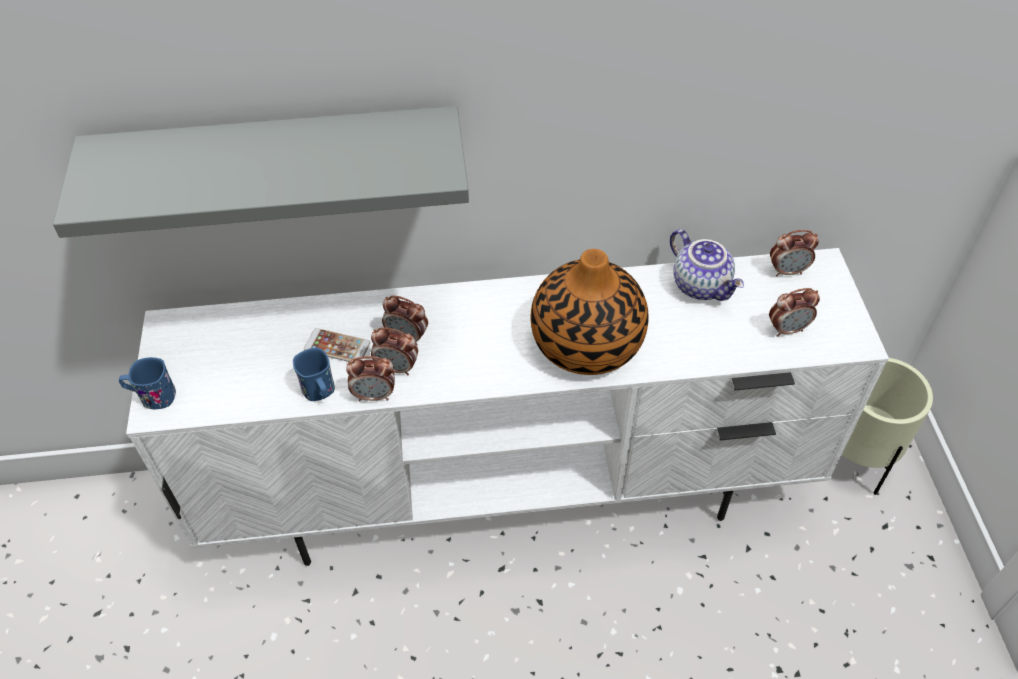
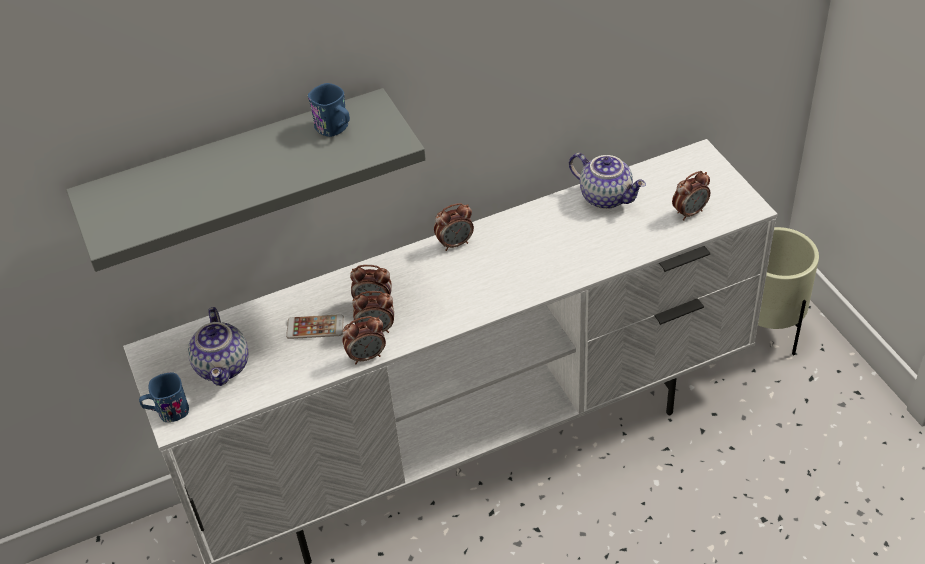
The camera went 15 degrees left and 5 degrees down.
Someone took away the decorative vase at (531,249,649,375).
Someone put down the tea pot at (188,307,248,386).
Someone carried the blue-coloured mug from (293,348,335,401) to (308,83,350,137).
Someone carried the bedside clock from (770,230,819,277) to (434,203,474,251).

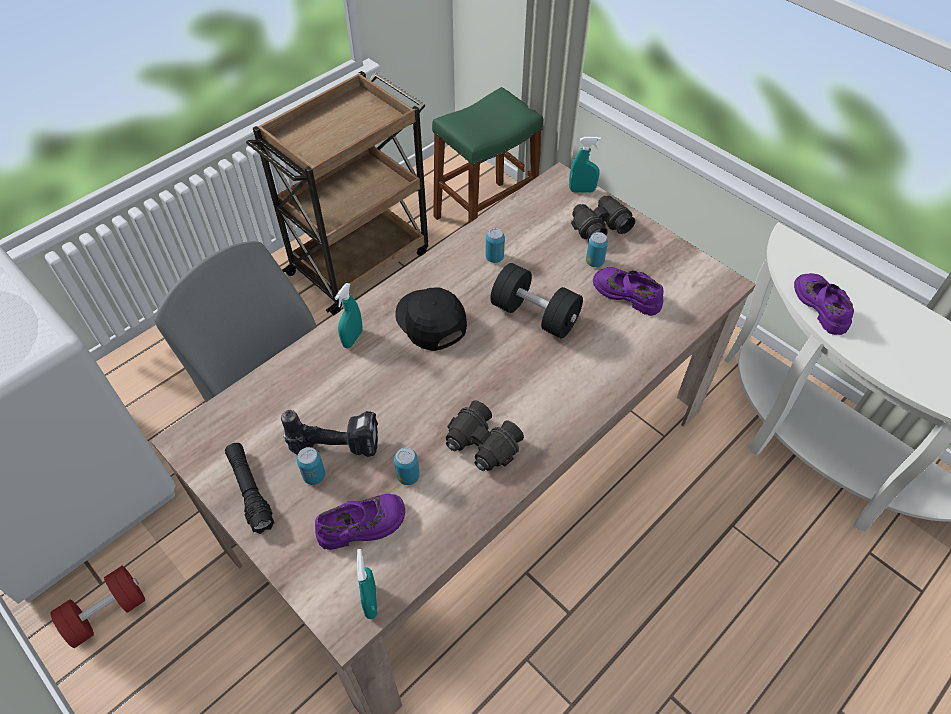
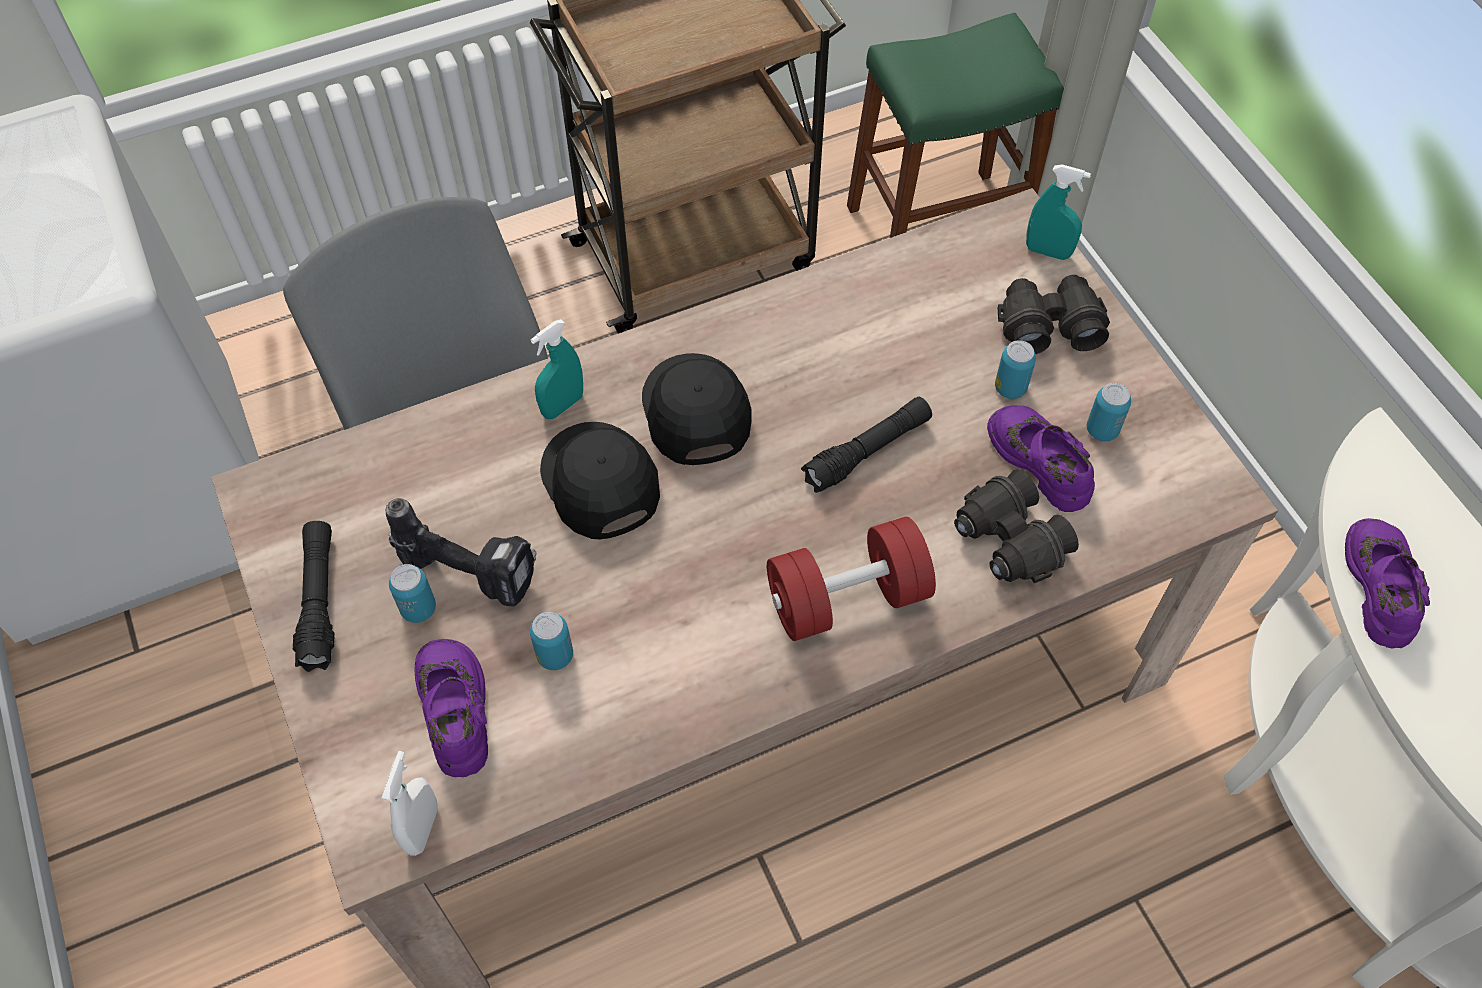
The camera went 20 degrees right and 5 degrees up.
Someone put down the blackish peaked cap at (540,422,660,539).
Someone carried the red free weight from (50,566,145,648) to (767,517,936,641).
Someone carried the blackish binoculars from (446,400,524,471) to (954,469,1079,583).
Someone carried the can from (485,228,505,263) to (1087,383,1131,441).
Someone swapped the blackish free weight at (490,263,583,338) for the blackish flashlight at (801,397,932,493).
Someone repainted the turquoise hand sprayer at (357,549,377,619), which became the white hand sprayer at (382,751,438,856).
Someone rotated the purple-coloured low shoe at (315,494,405,550) by 105 degrees counterclockwise.

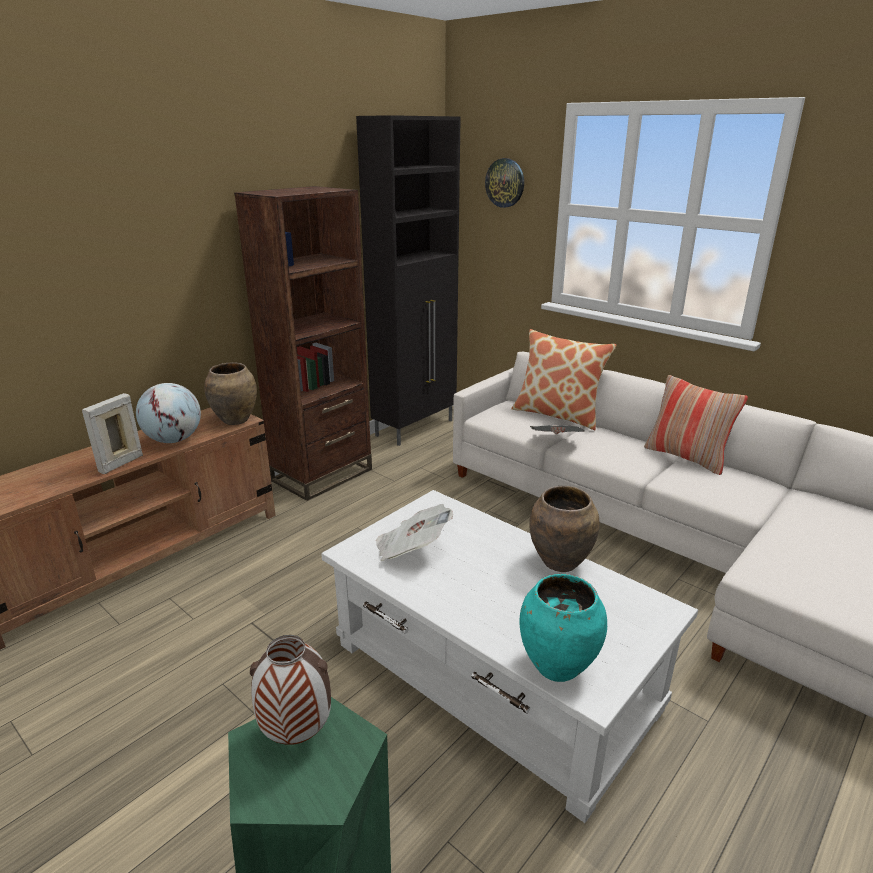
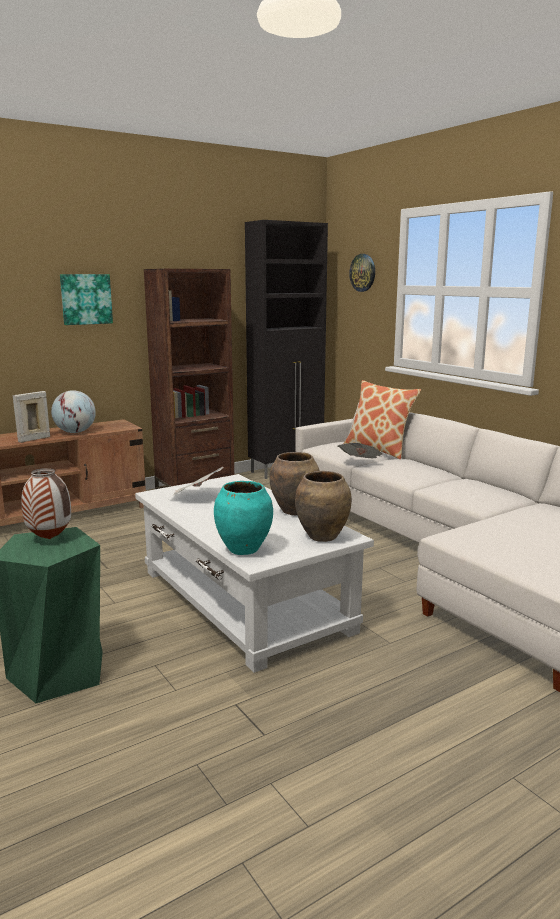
The camera went 15 degrees right and 10 degrees down.
Someone took away the throw pillow at (644,375,748,475).
Someone put up the wall picture at (60,274,113,325).
Someone carried the brown-coloured decorative vase from (204,362,257,425) to (295,471,352,542).

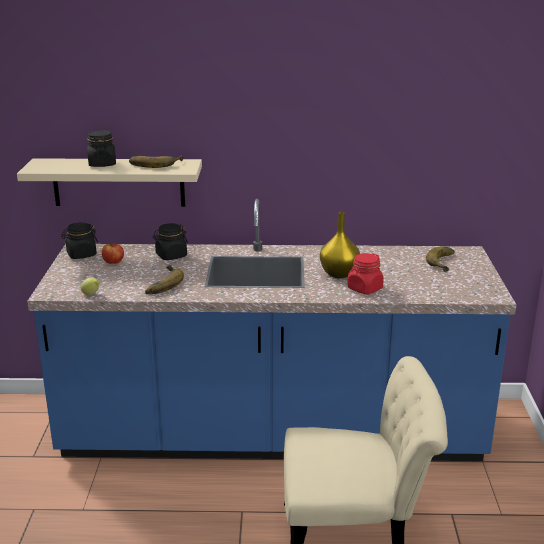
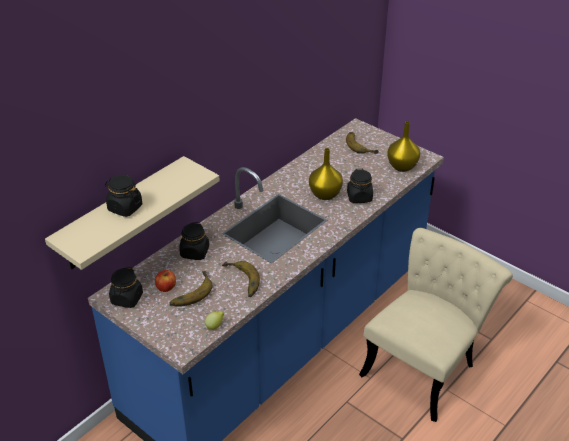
The camera went 50 degrees left and 15 degrees up.
Someone put down the yellow decorative vase at (387,121,420,172).
Someone carried the banana fruit from (129,155,184,168) to (169,271,213,307).
Someone repainted the red preserve jar at (347,253,384,294), which became the blackish preserve jar at (347,169,373,203).

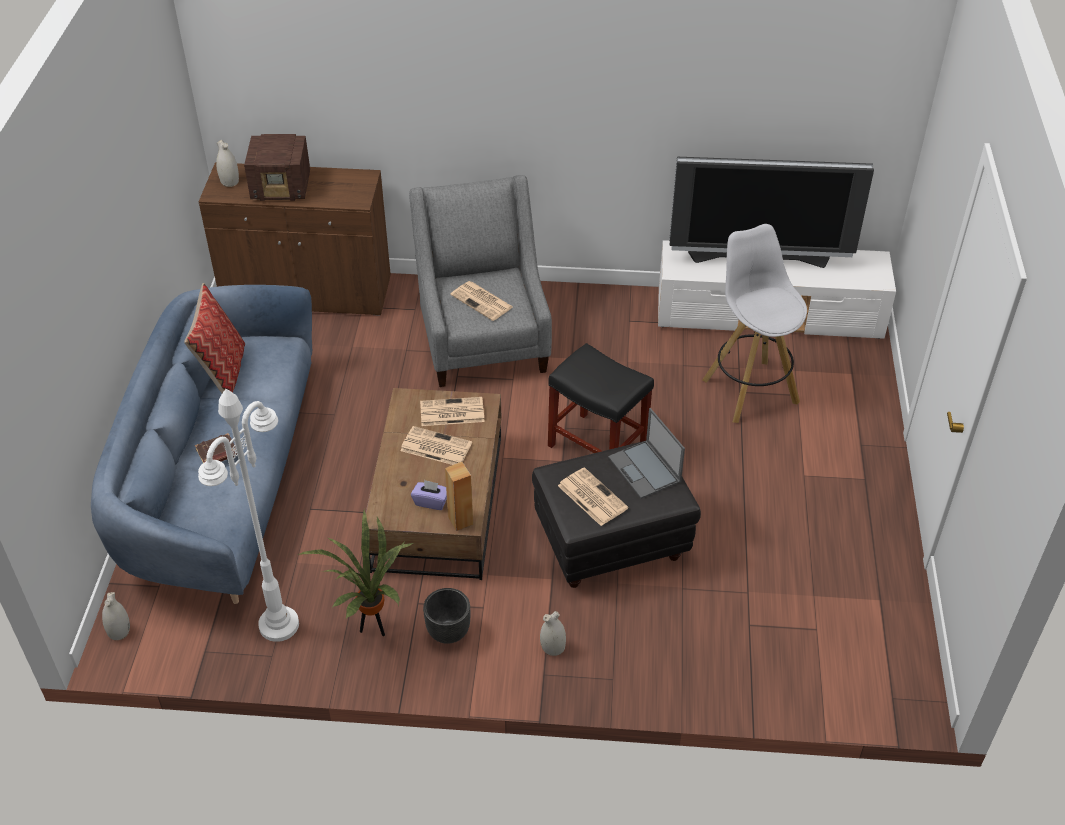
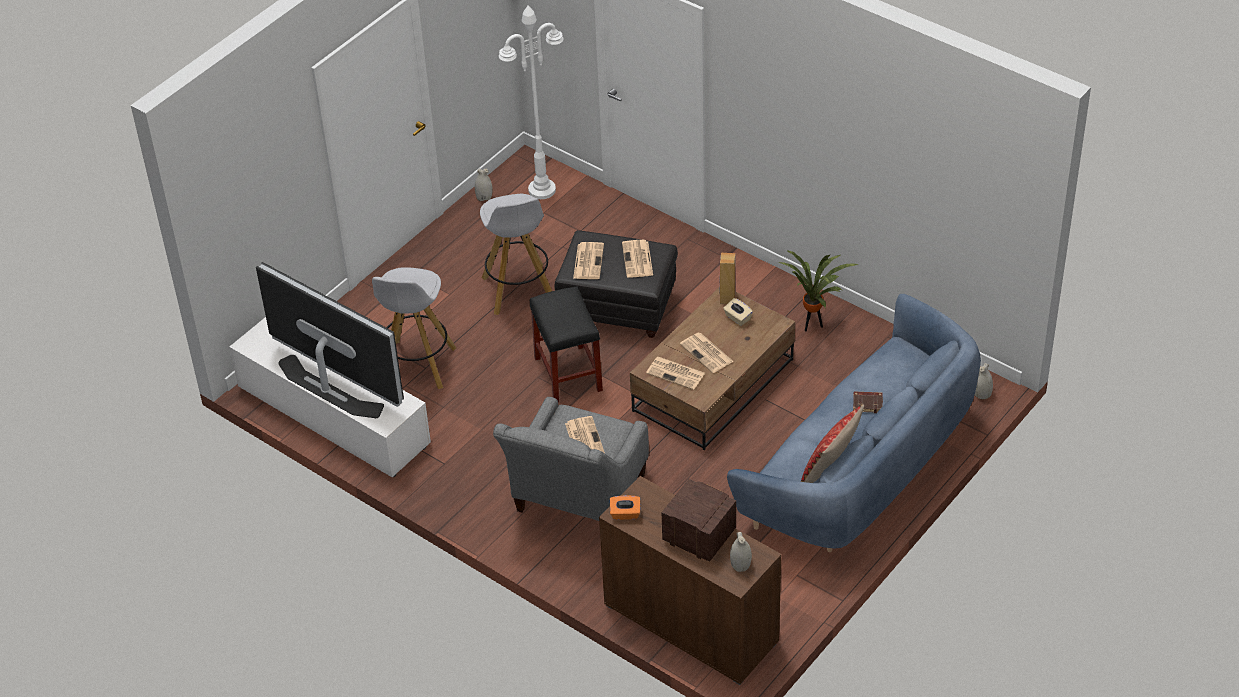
The camera went 145 degrees left and 0 degrees up.
Someone took away the blackish plant pot at (423,588,470,644).
Someone put down the white stool seat at (480,194,552,315).
Someone put down the orangey box of tissues at (610,496,640,520).
Someone carried the white standing lamp from (198,389,299,642) to (499,6,564,199).
Someone carried the white decorative vase from (540,611,566,656) to (475,168,493,201).
Someone swapped the laptop at (608,408,685,499) for the daily paper at (573,242,604,279).
Someone repainted the purple-coloured box of tissues at (411,480,447,510), which became the beige box of tissues at (723,298,753,326).

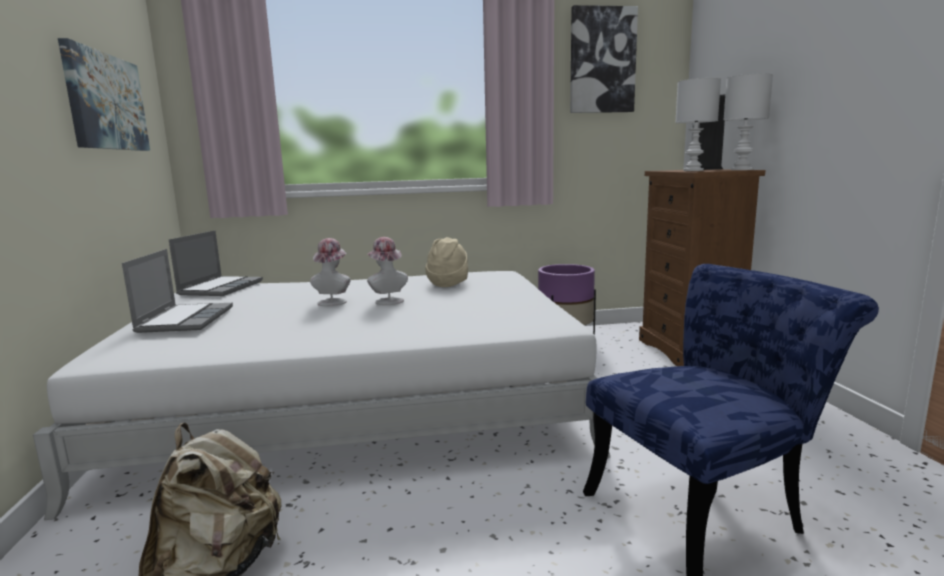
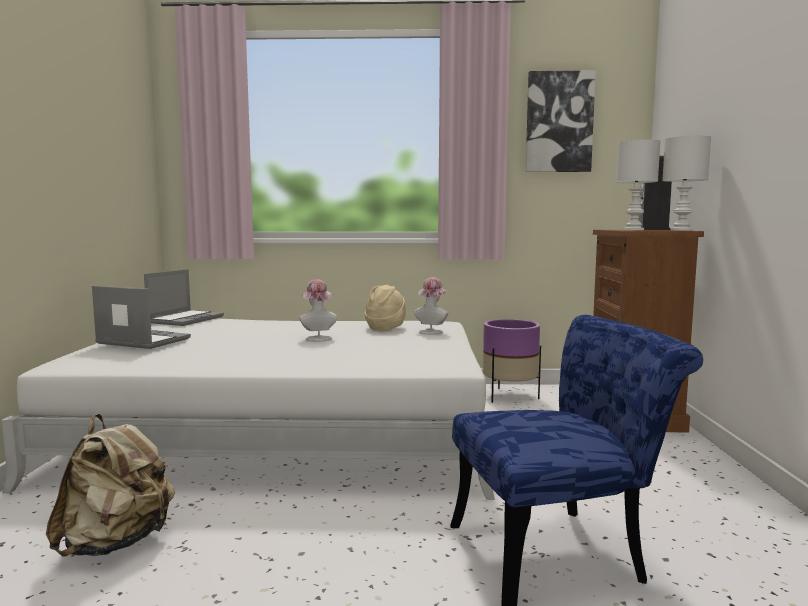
The camera went 10 degrees right and 5 degrees down.
Someone took away the wall picture at (58,38,150,151).
Someone carried the clothing hat from (310,238,350,306) to (414,277,448,335).
Someone rotated the laptop at (122,249,233,333) by 75 degrees counterclockwise.

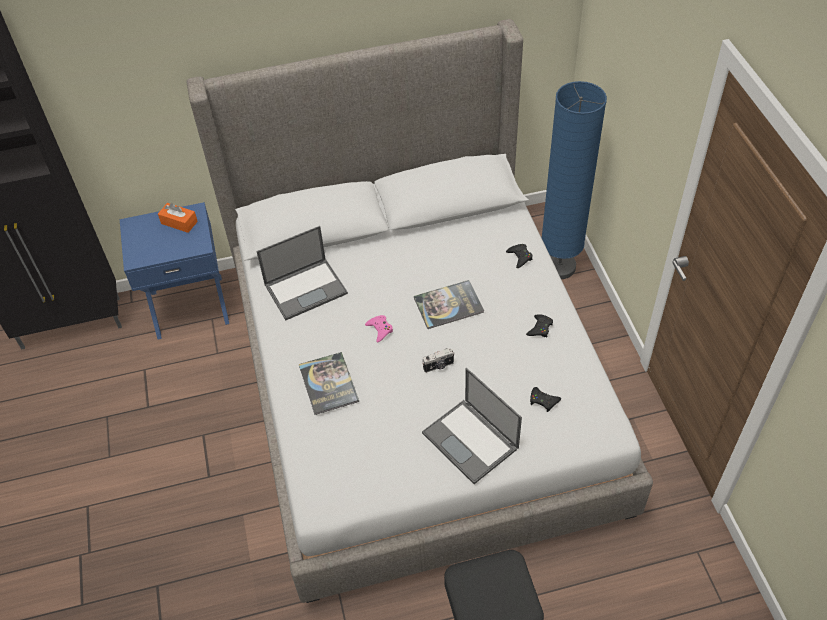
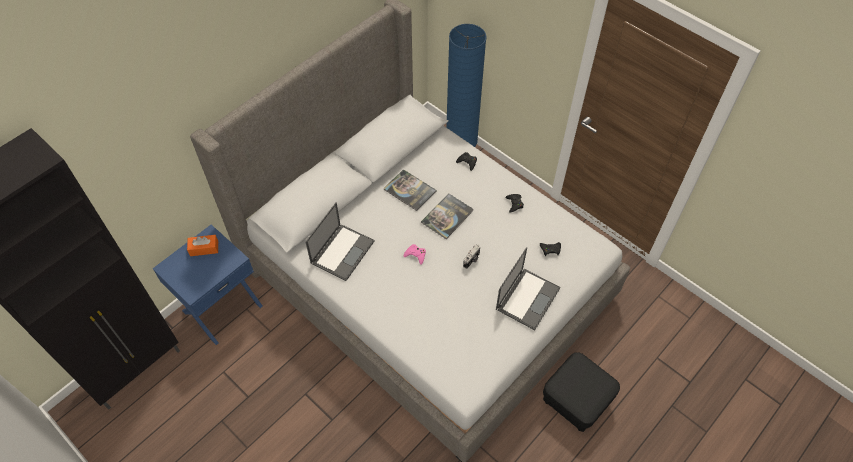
The camera went 35 degrees left and 5 degrees up.
Someone carried the book from (299,352,359,415) to (384,169,437,211).
Someone rotated the laptop at (422,368,522,484) by 75 degrees counterclockwise.

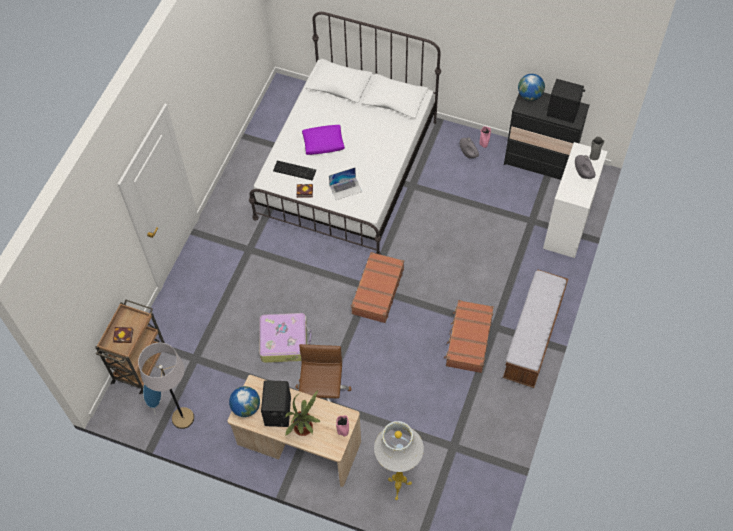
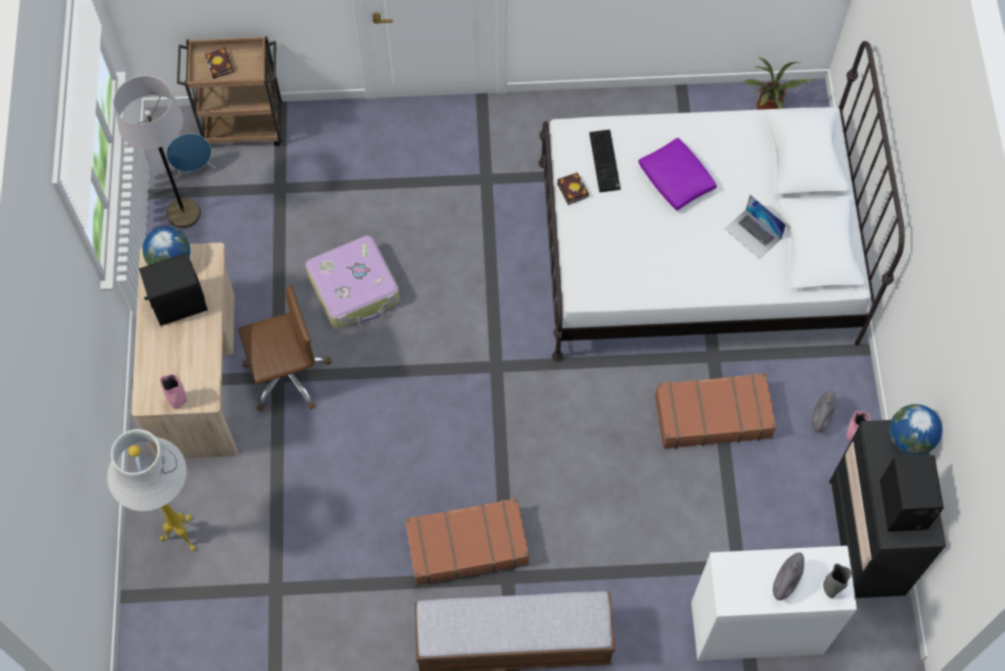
The camera went 65 degrees right and 5 degrees up.
Someone carried the plant in a pot from (285,390,320,436) to (743,57,814,110).
Someone carried the laptop from (329,167,362,200) to (725,195,786,259).
Someone carried the brown-coloured piece of luggage from (350,252,404,323) to (655,373,777,449).

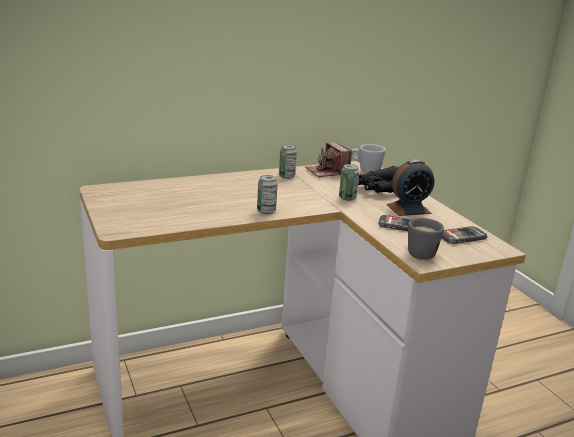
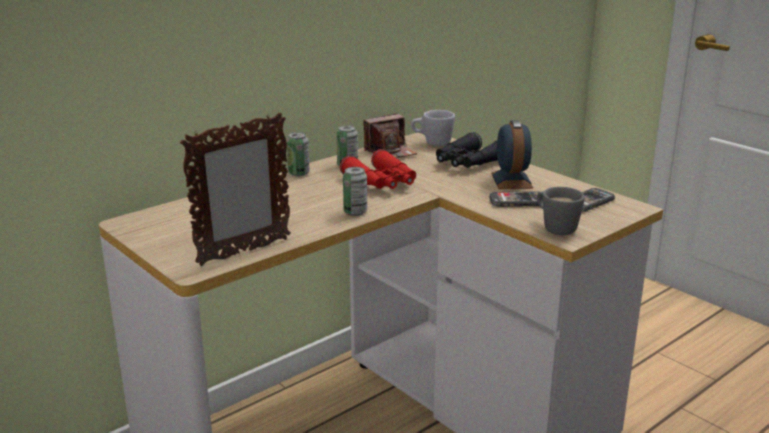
The camera went 15 degrees left and 0 degrees up.
Someone put down the standing frame at (180,113,291,266).
Someone put down the red binoculars at (340,149,416,189).
Someone carried the can from (339,164,359,201) to (287,132,310,176).
Someone rotated the still camera at (305,142,352,177) by 75 degrees counterclockwise.
Someone rotated the bedside clock at (386,159,434,216) by 60 degrees counterclockwise.

